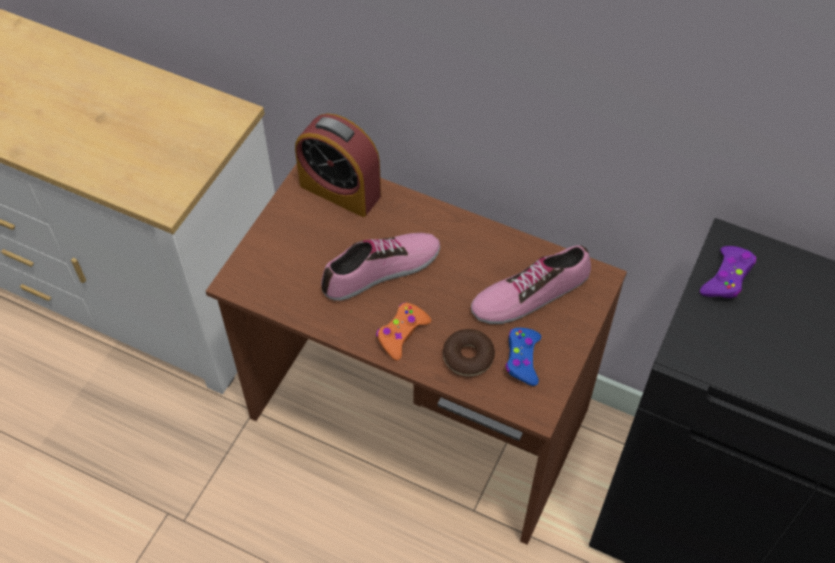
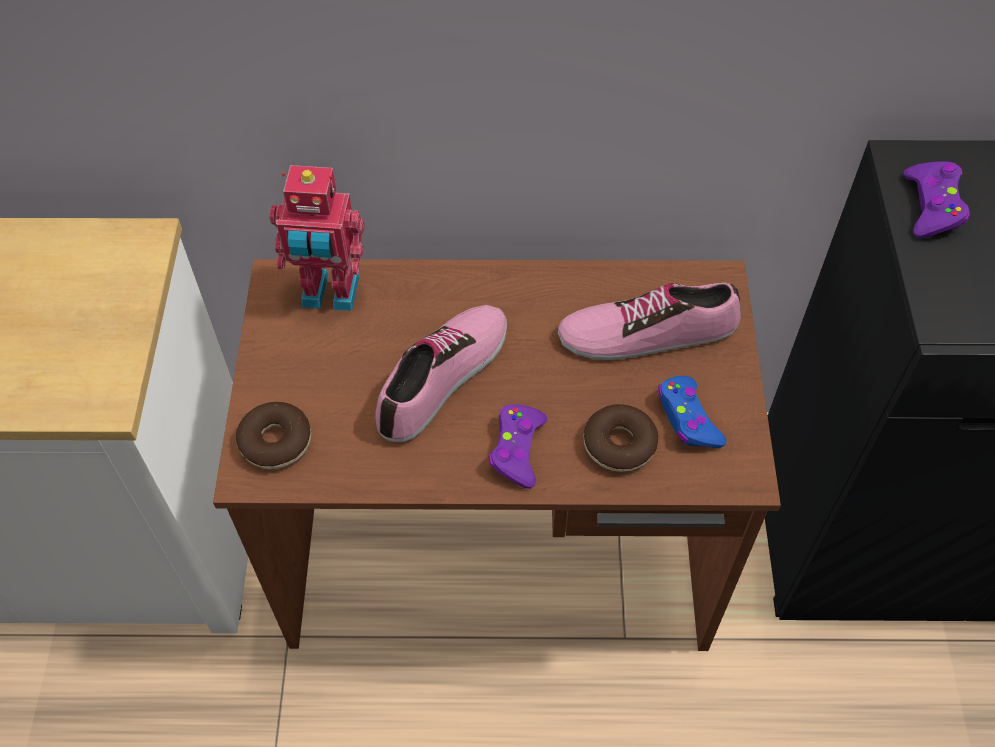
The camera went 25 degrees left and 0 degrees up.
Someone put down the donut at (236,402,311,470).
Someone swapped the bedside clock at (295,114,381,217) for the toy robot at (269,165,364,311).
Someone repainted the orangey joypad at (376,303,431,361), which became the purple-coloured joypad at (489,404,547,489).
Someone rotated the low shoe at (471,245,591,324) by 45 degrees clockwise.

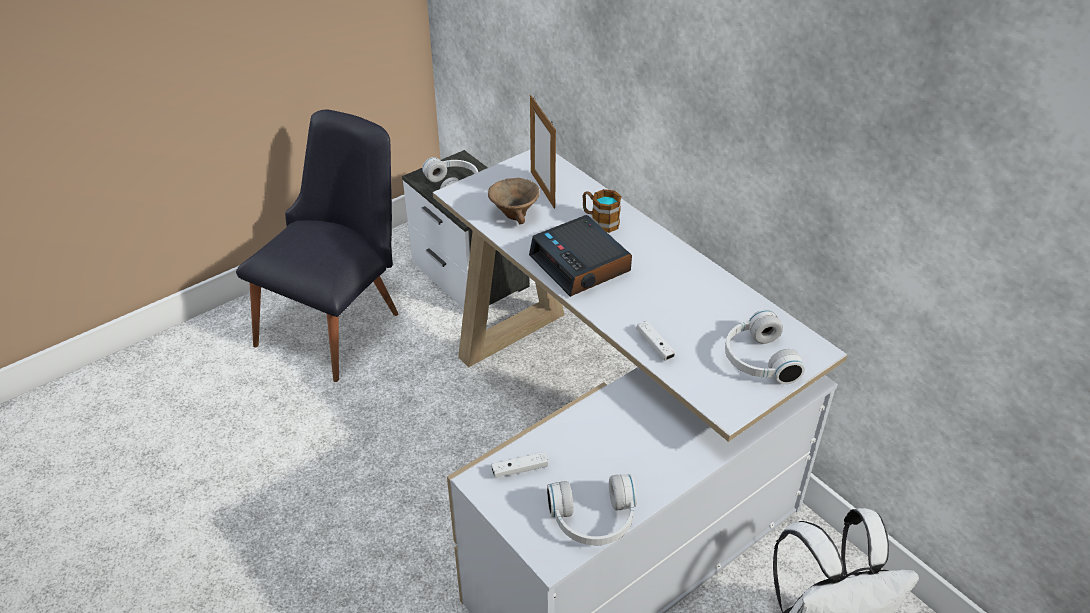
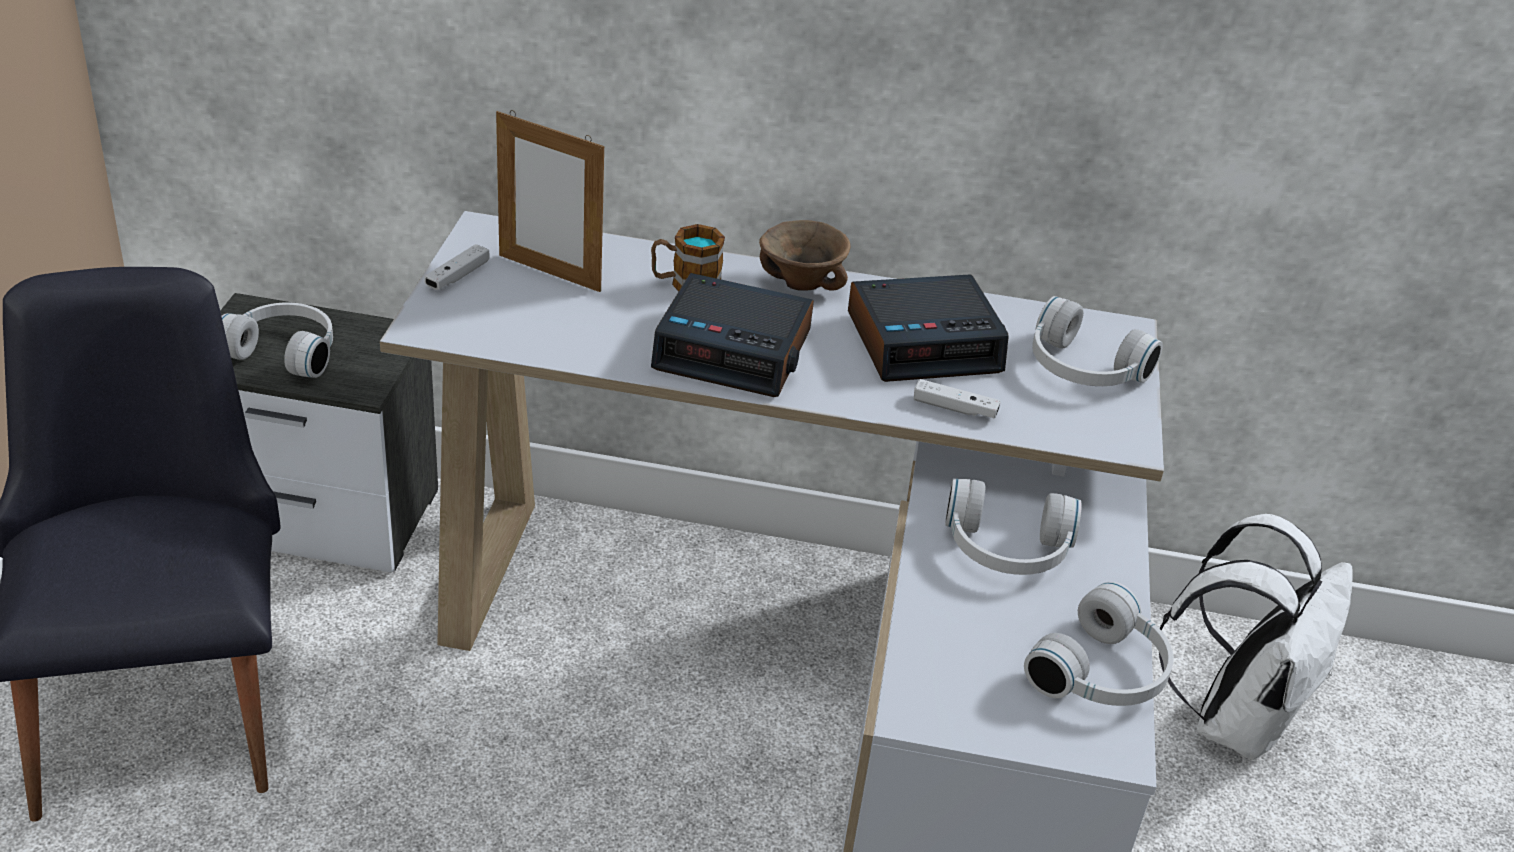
The camera went 45 degrees left and 5 degrees down.
Someone put down the bedside clock at (848,274,1009,382).
Someone put down the white pair of headphones at (945,479,1082,575).
Someone carried the brown-coloured deep dish from (488,178,540,224) to (759,220,850,291).
Someone carried the white joypad from (492,452,548,478) to (425,244,489,290).

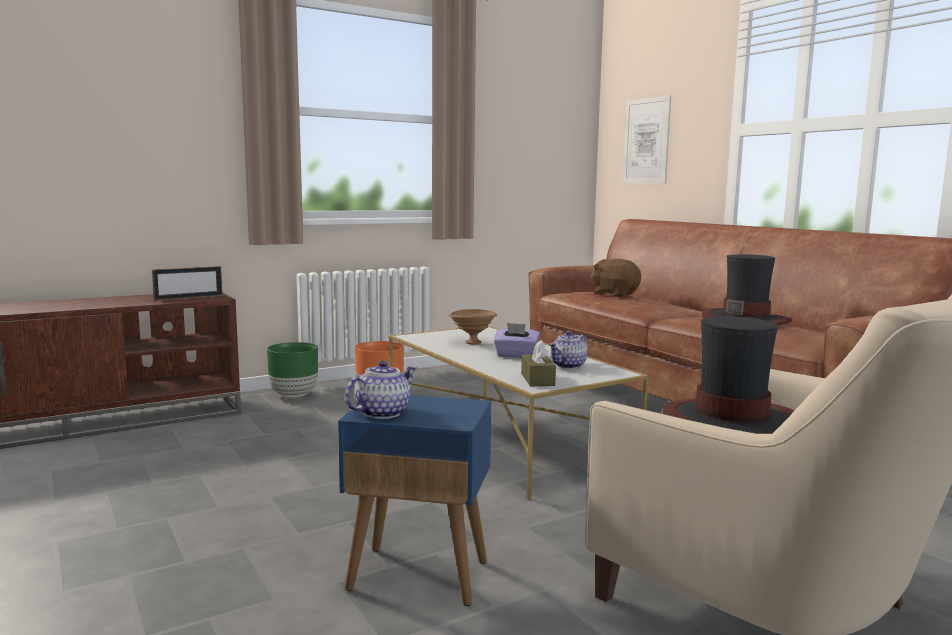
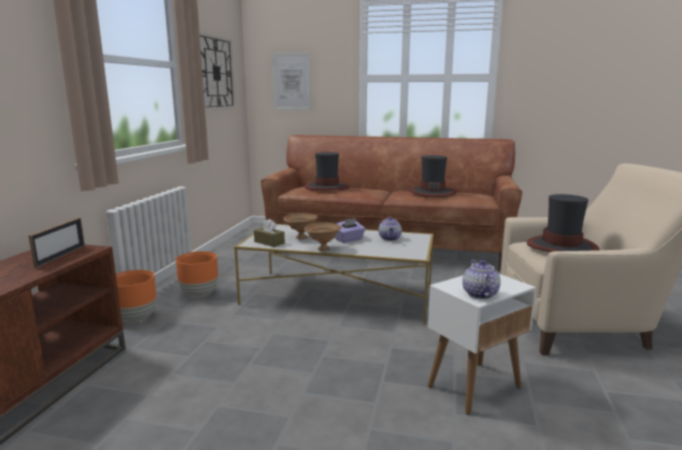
The camera went 45 degrees left and 5 degrees up.
Someone put up the clock on the wall at (199,32,235,110).
Someone put down the brown-coloured deep dish at (304,222,342,251).
Someone carried the brown-coloured box of tissues from (521,340,556,386) to (254,219,285,247).
Someone swapped the brown-coloured cuddly toy at (589,259,641,297) for the clothing hat at (305,152,350,190).
Someone repainted the green plant pot at (267,342,318,398), which became the orangey plant pot at (116,270,157,323).
Someone repainted the blue-coloured accent table at (338,395,491,606), which became the white accent table at (427,274,536,415).

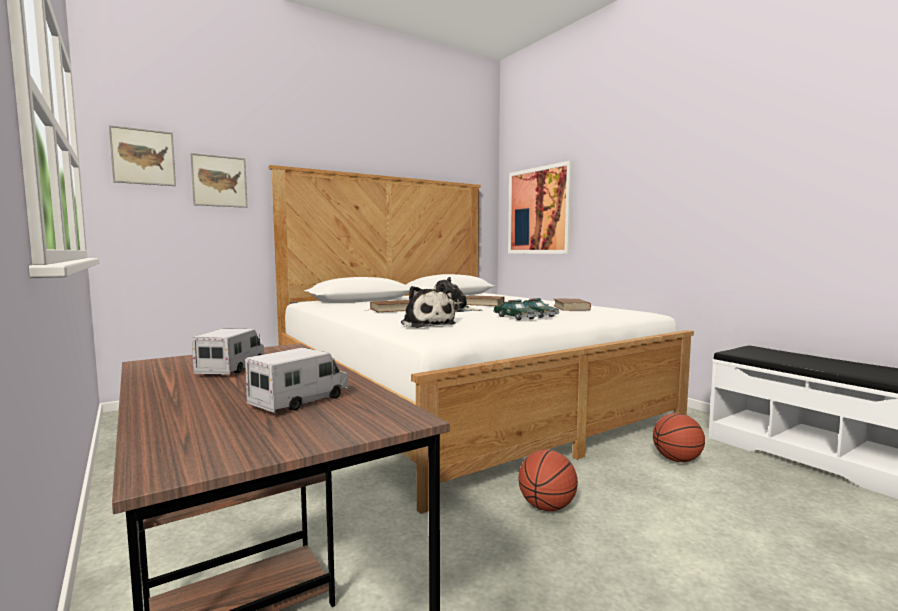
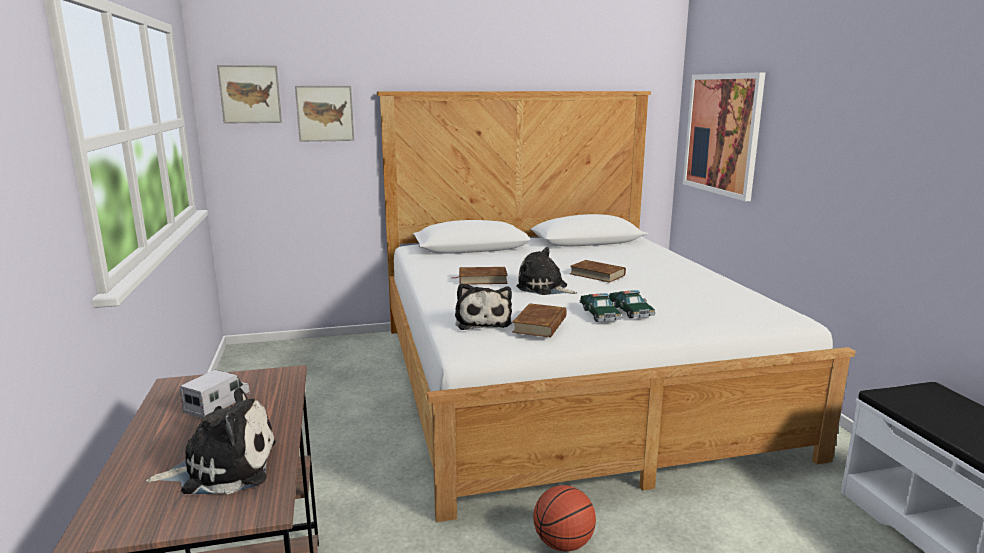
The camera went 20 degrees right and 10 degrees up.
Someone took away the basketball ball at (653,413,705,462).
Someone carried the brown-coloured book from (553,298,591,311) to (512,303,567,337).
Someone swapped the toy truck at (245,347,349,413) for the cuddly toy at (146,388,275,495).

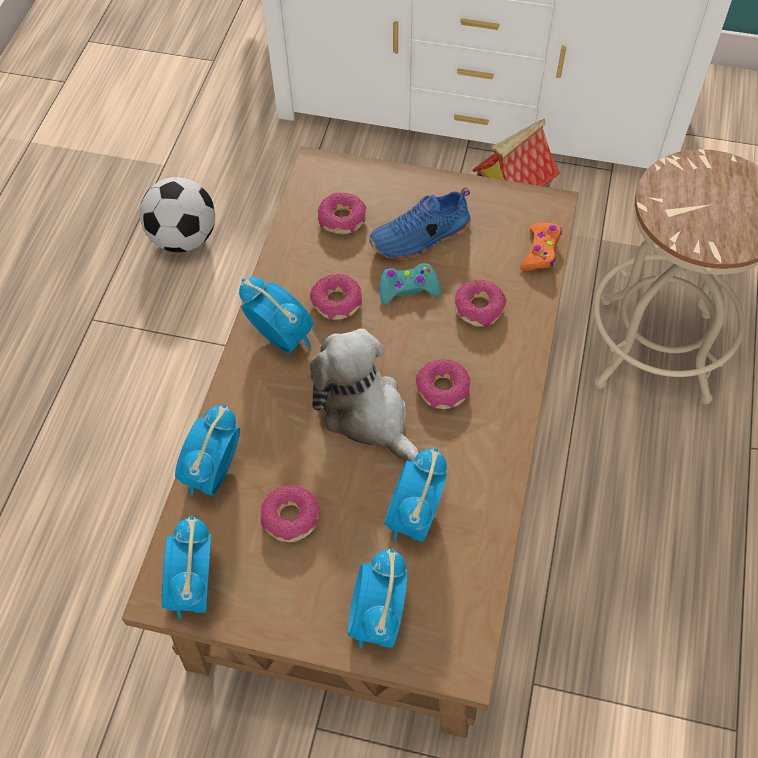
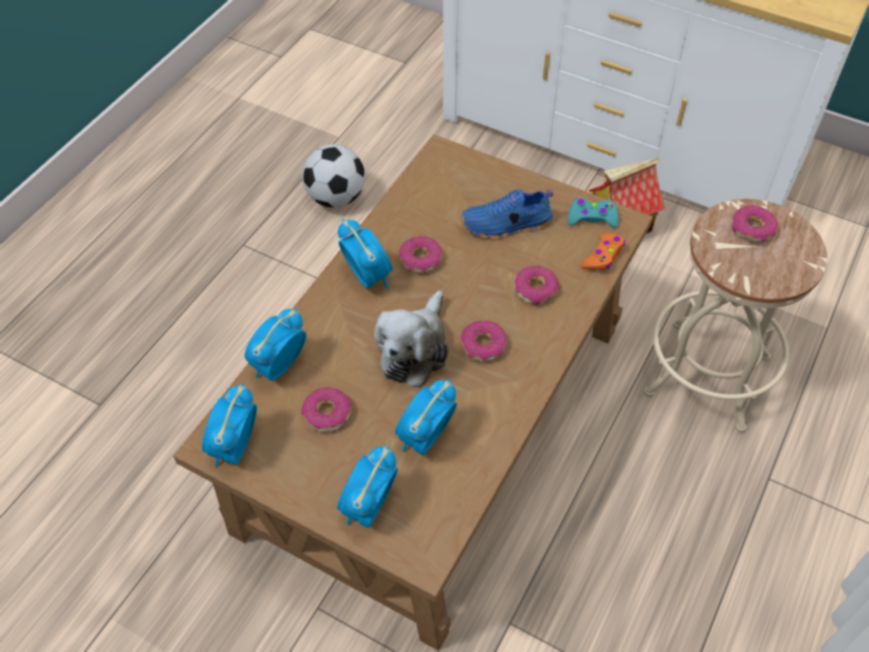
The camera went 15 degrees right and 5 degrees down.
Someone carried the donut from (318,193,367,234) to (731,205,778,243).
Someone carried the turquoise joypad from (379,263,441,305) to (568,198,619,228).
Someone rotated the cuddly toy at (310,328,419,462) by 135 degrees counterclockwise.

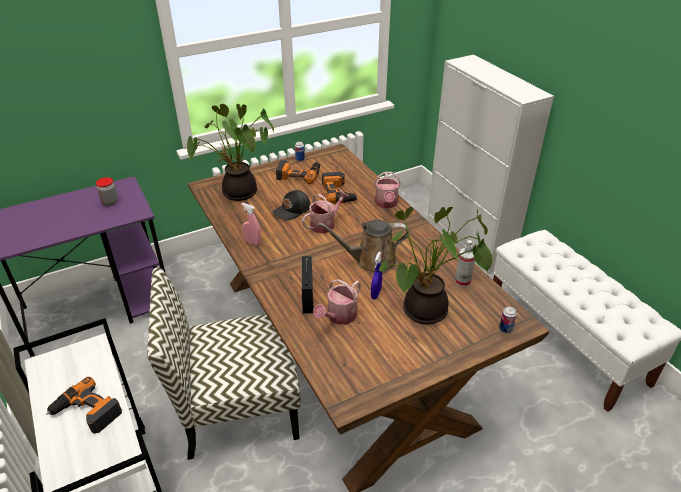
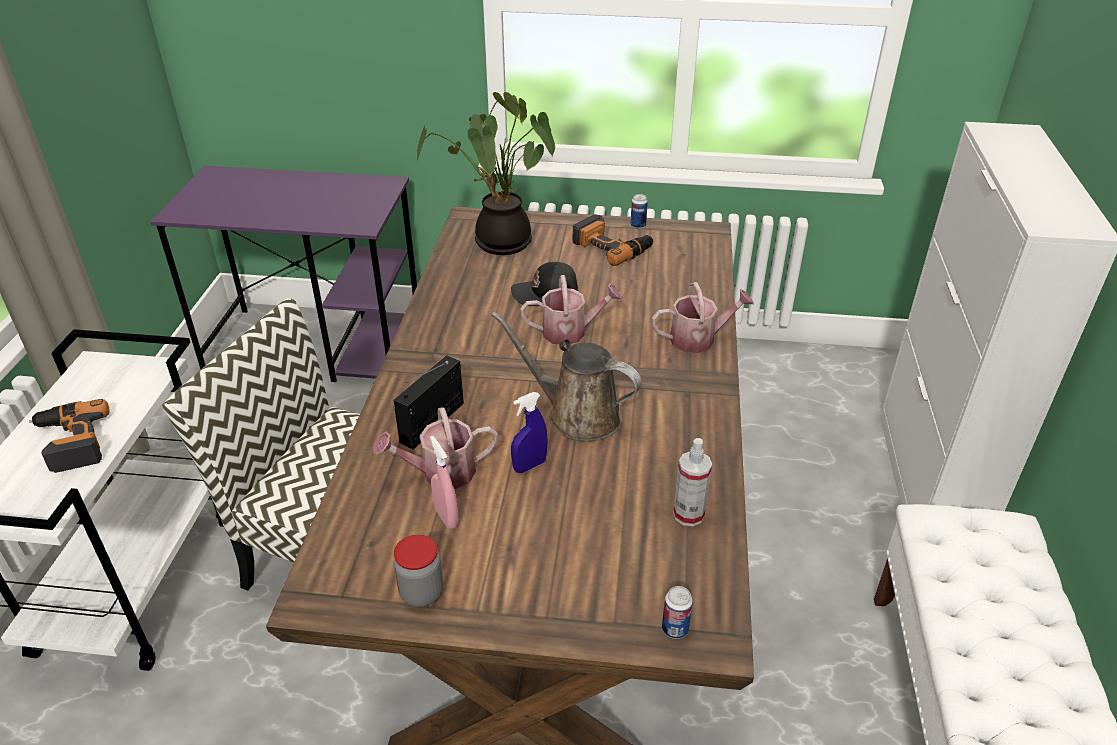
The camera went 35 degrees right and 0 degrees up.
Someone took away the electric drill at (321,172,358,204).
Someone took away the plant in a pot at (378,207,492,325).
Someone carried the preserve jar from (96,177,118,206) to (394,535,443,607).
Someone carried the pinkish hand sprayer from (241,203,261,246) to (430,436,459,529).
Someone rotated the watering can at (374,172,401,208) by 135 degrees counterclockwise.

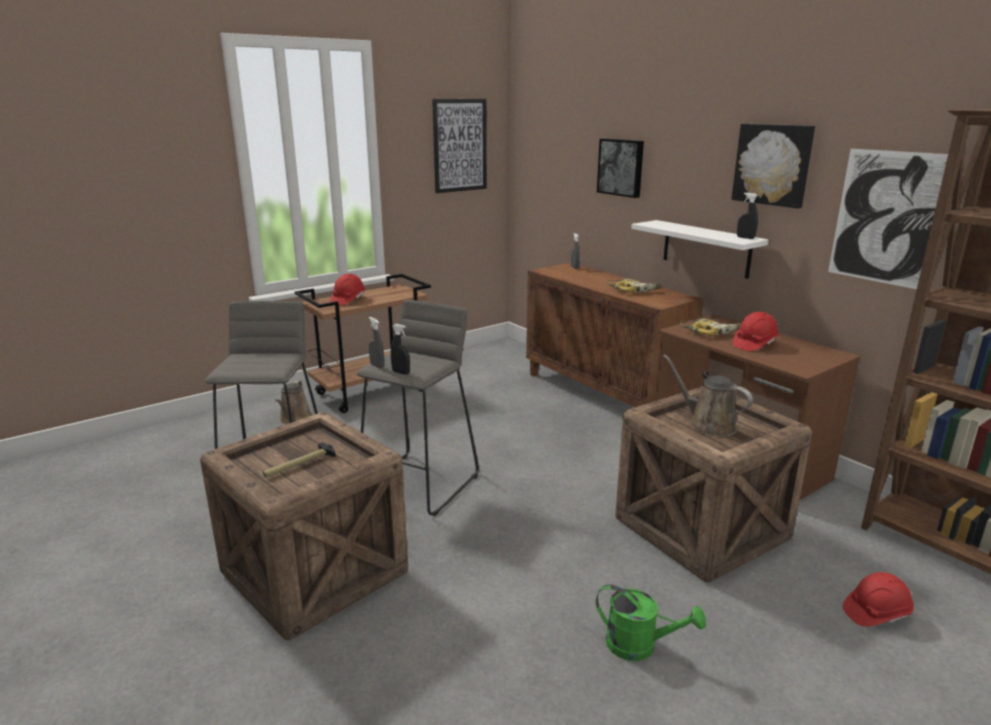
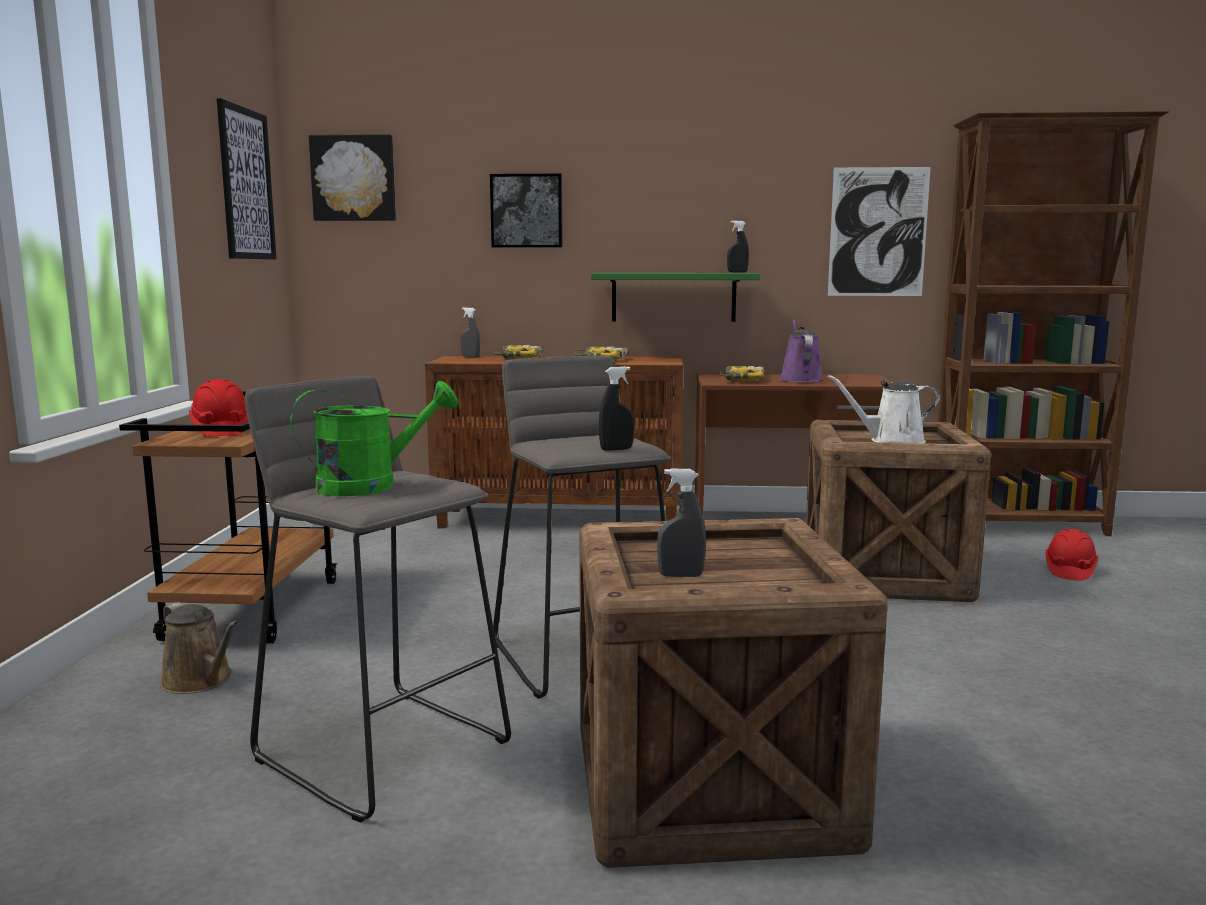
The camera went 50 degrees left and 10 degrees down.
Someone took away the tool hammer at (263,443,336,478).
Someone put down the electric drill at (493,345,543,359).
Someone carried the greyish hand sprayer from (369,317,385,369) to (657,468,706,577).
Someone carried the green watering can from (596,584,706,661) to (290,381,458,496).
Someone carried the wall picture from (732,124,815,209) to (309,134,396,221).
Someone swapped the red safety helmet at (732,312,779,351) for the purple-coloured watering can at (779,320,824,383).
Someone repainted the white bracket shelf at (631,220,768,279), which became the green bracket shelf at (591,273,760,322).
Someone repainted the brown-coloured watering can at (663,354,753,436), which became the white watering can at (828,375,940,443).

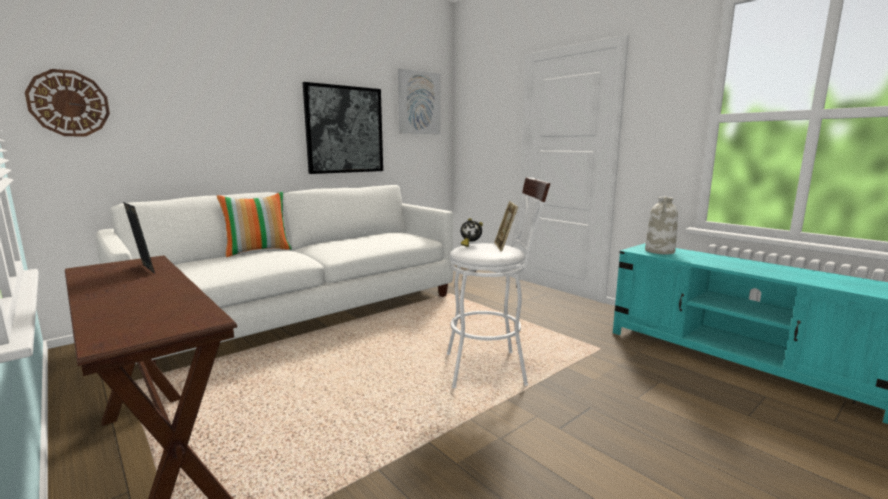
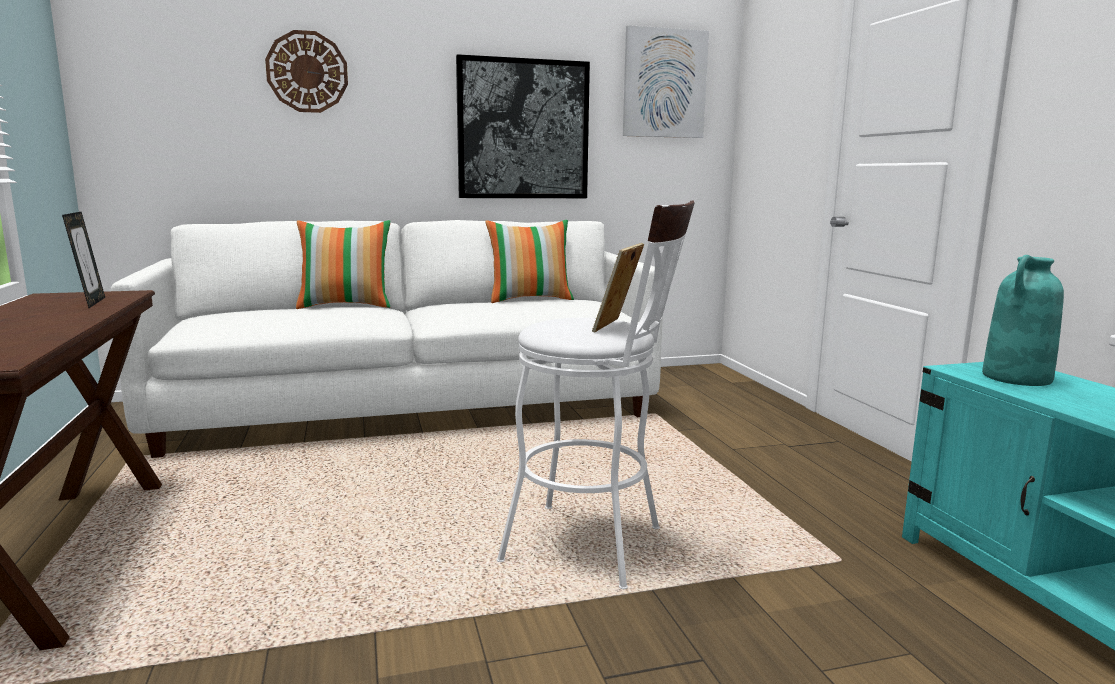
The camera went 25 degrees right and 0 degrees up.
Someone took away the bedside clock at (460,218,483,247).
Someone put down the throw pillow at (485,220,574,303).
Someone carried the clock on the wall from (25,69,110,137) to (265,30,348,113).
Someone repainted the white decorative vase at (645,196,678,254), which became the turquoise decorative vase at (982,255,1064,386).

